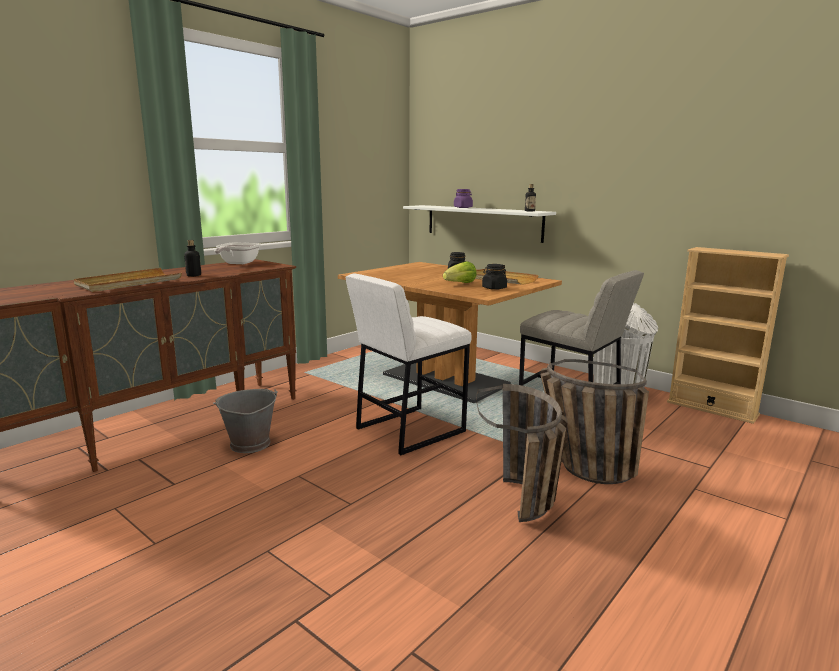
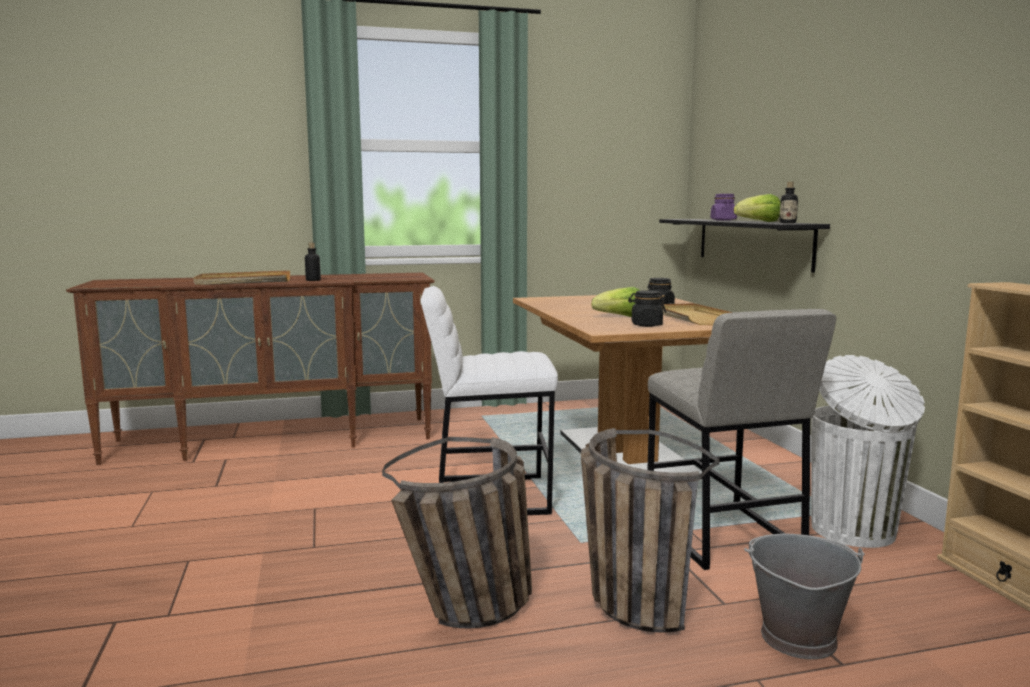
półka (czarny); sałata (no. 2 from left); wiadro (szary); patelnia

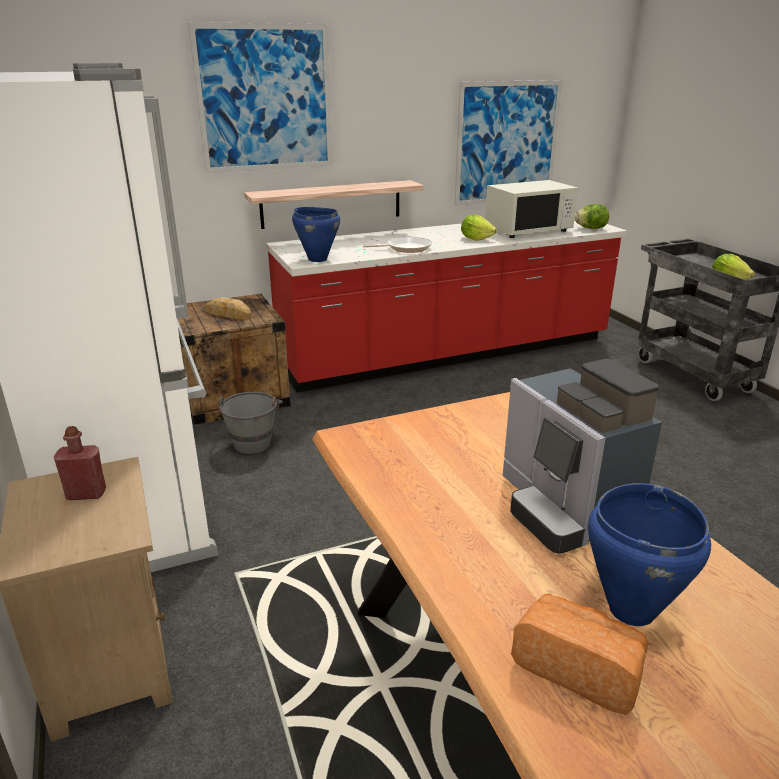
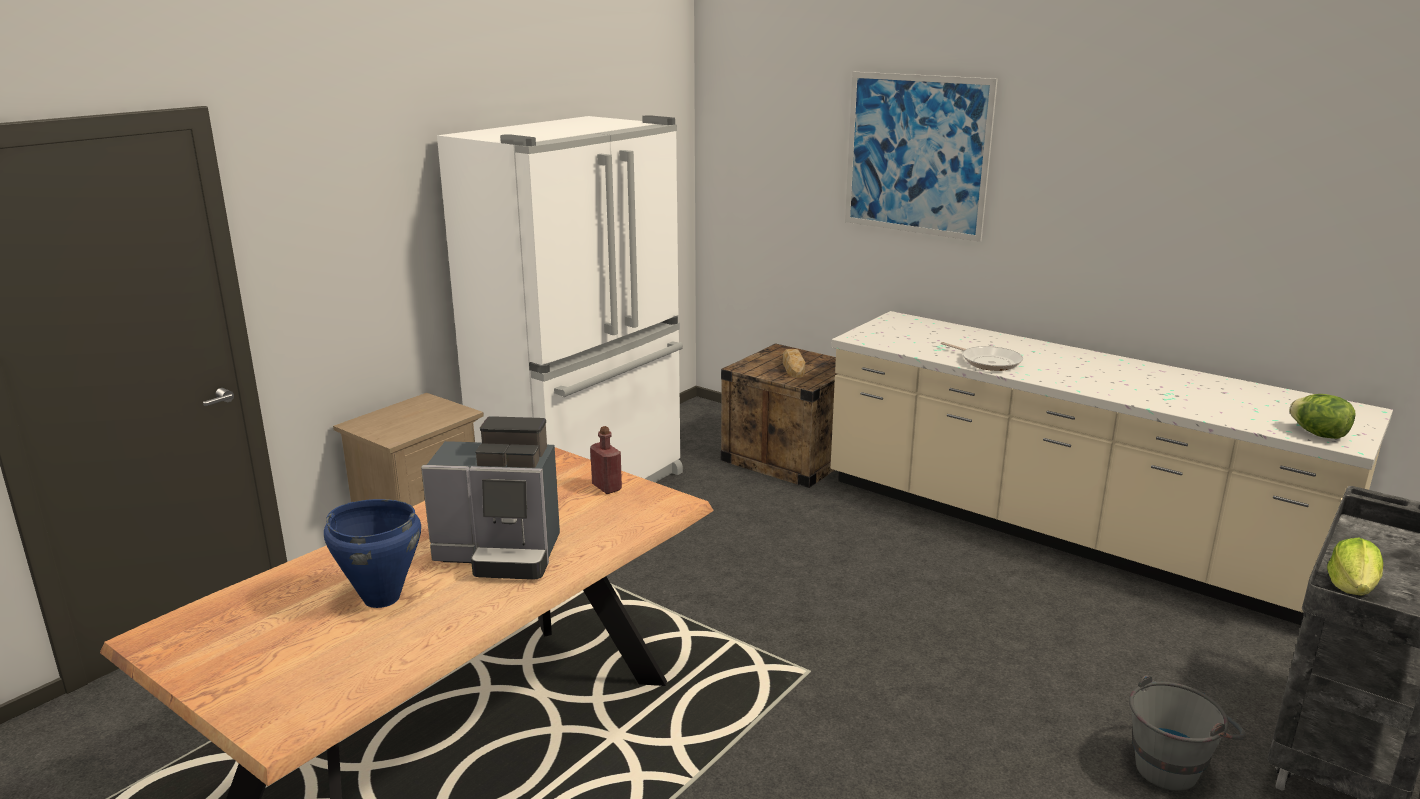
ekspres do kawy; butelka (czerwony); zabudowa kuchenna (beżowy); wiadro (szary); półka; garnek (niebieski) (no. 1 from left in the first image); obraz (no. 2 from left in the first image); sałata (no. 1 from left in the first image); mikrofalówka (biały); chleb (no. 2 from left in the first image)

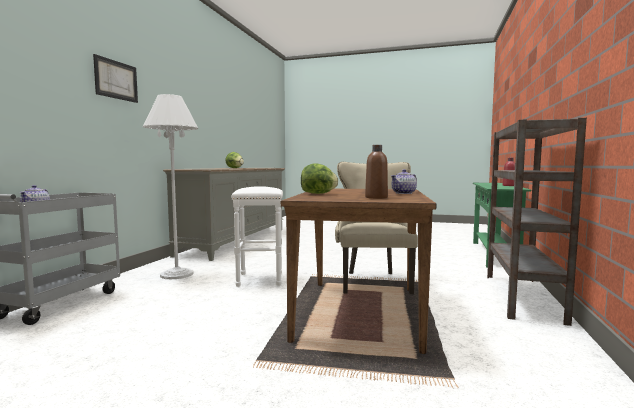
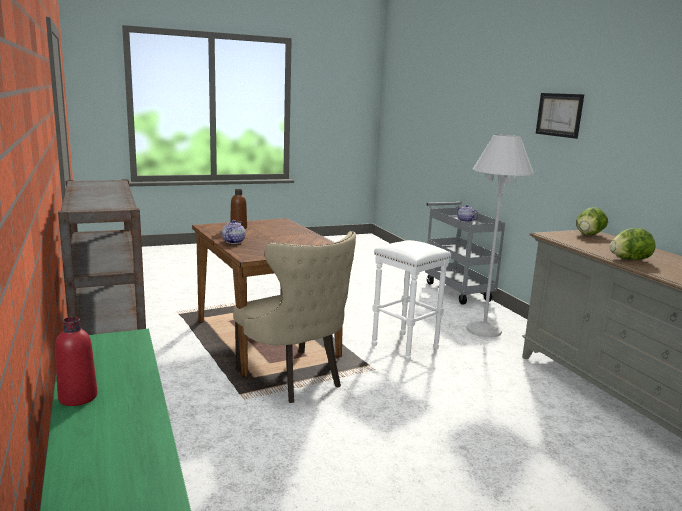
sałata (no. 1 from left)

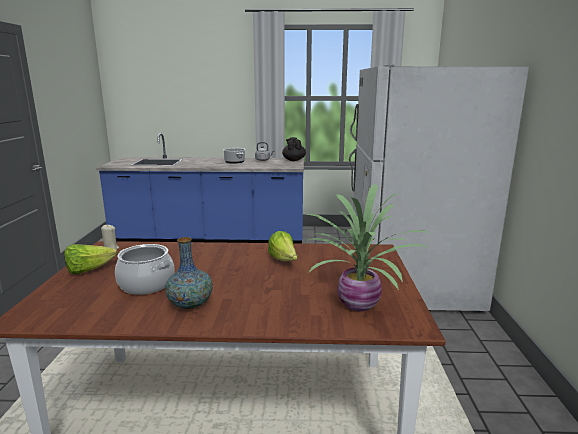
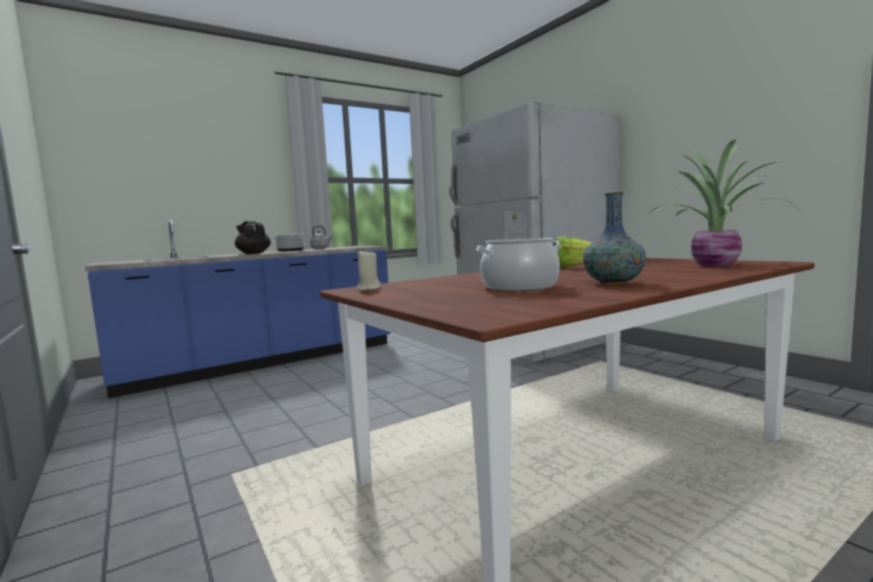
imbryk (czarny); sałata (no. 1 from left in the first image)

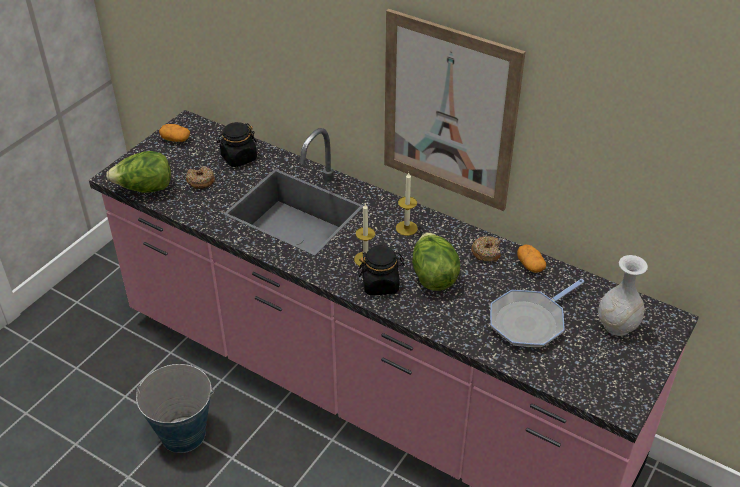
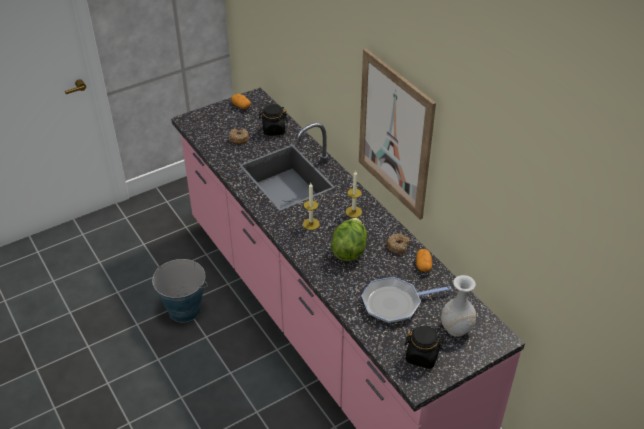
słoik (czarny) (no. 2 from left); sałata (no. 1 from left in the first image)

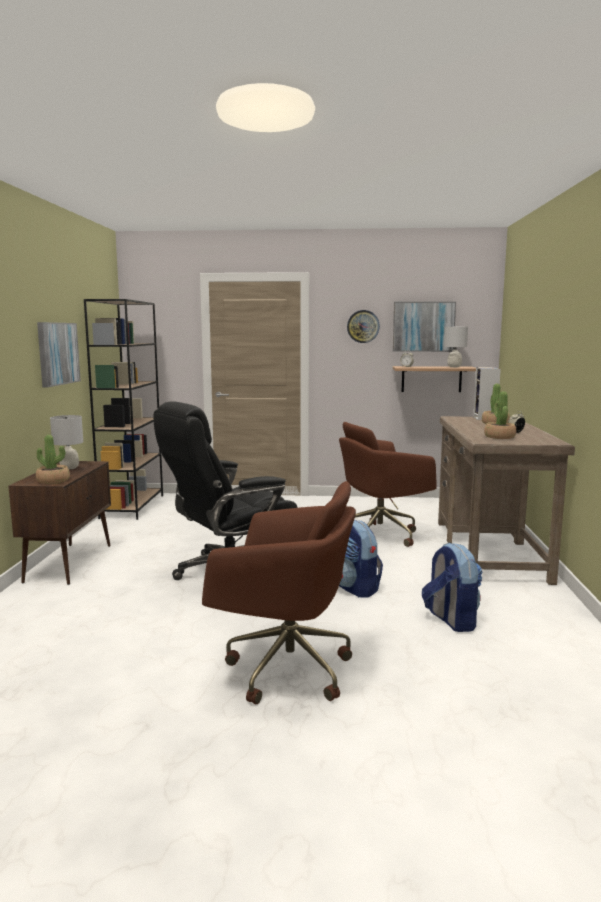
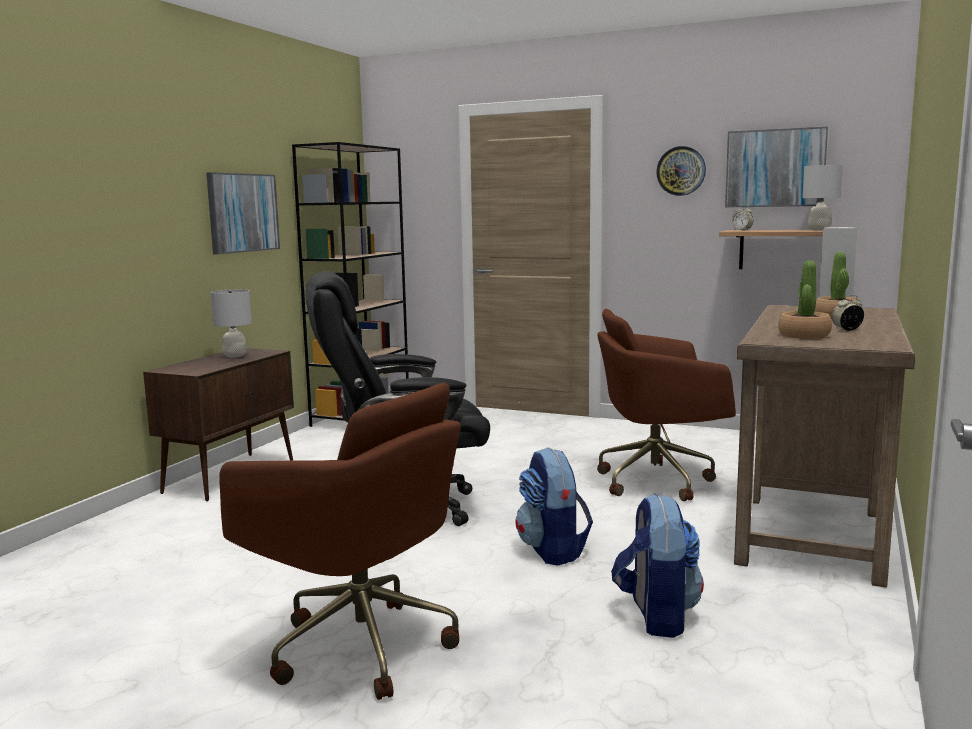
roślina doniczkowa (no. 1 from left in the first image)

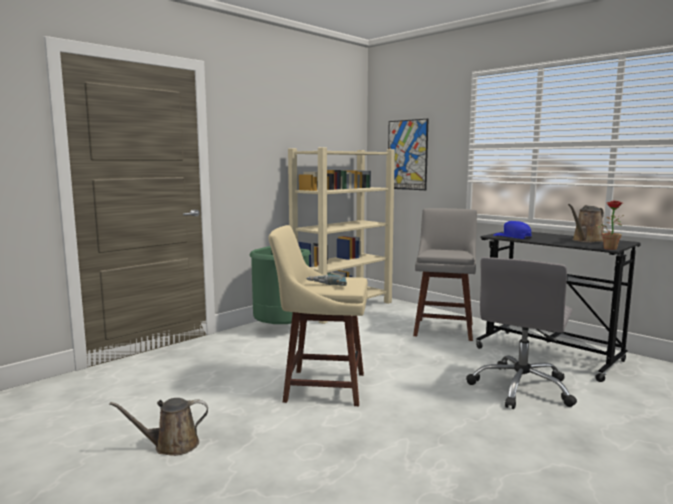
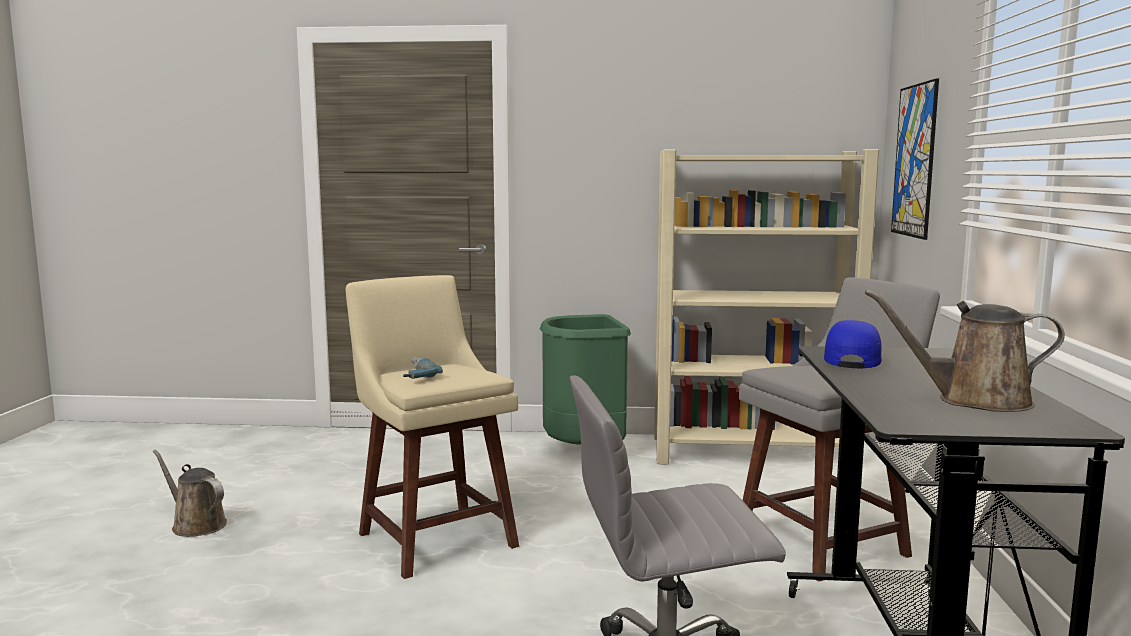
roślina doniczkowa

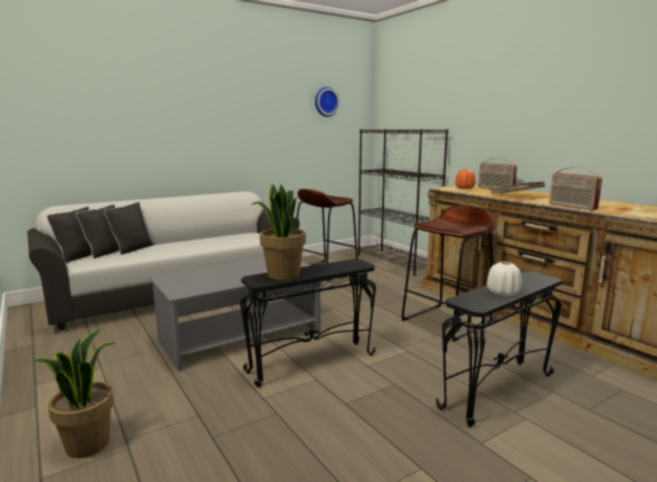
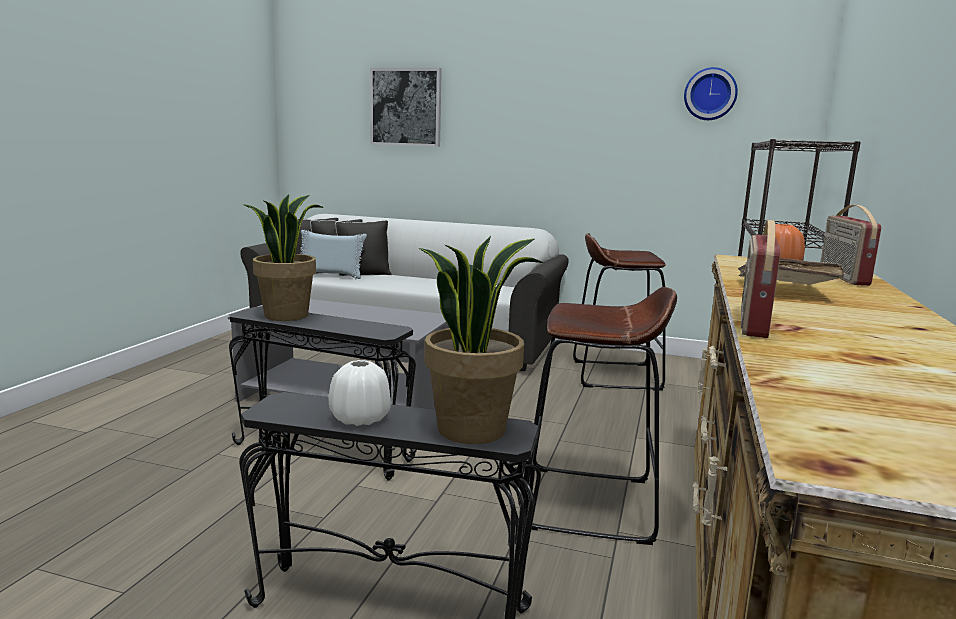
poduszka (niebieski); obraz; roślina doniczkowa (no. 2 from left)

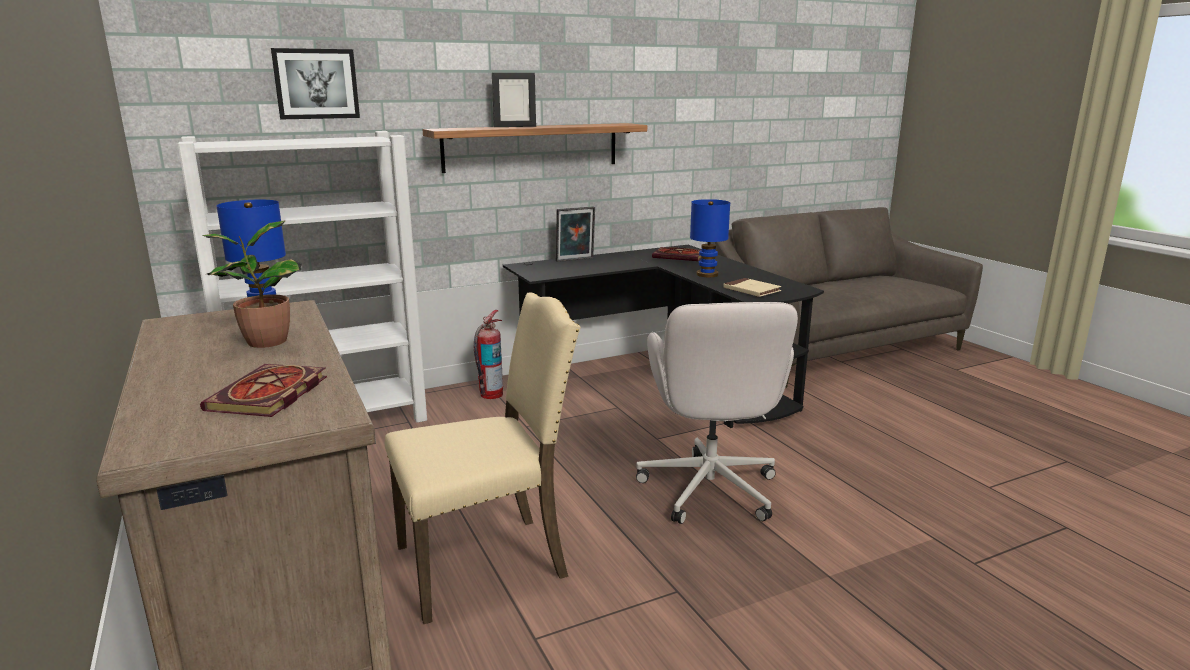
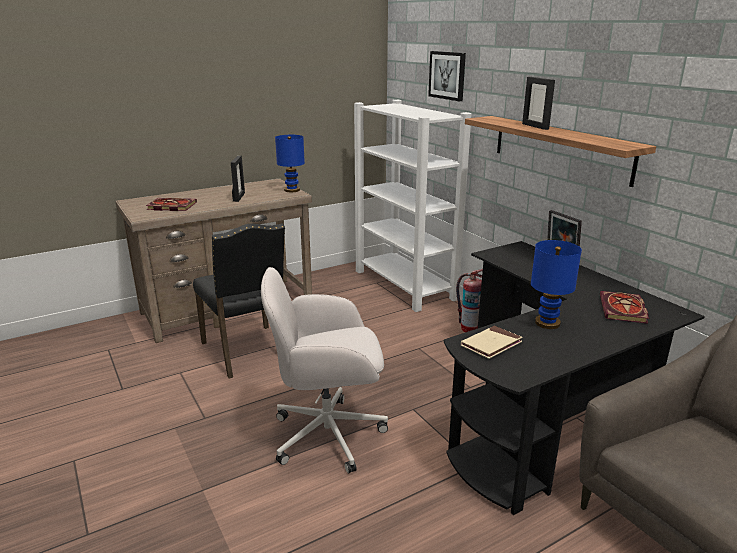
krzesło (czarny); ramka na zdjęcie (no. 1 from left)

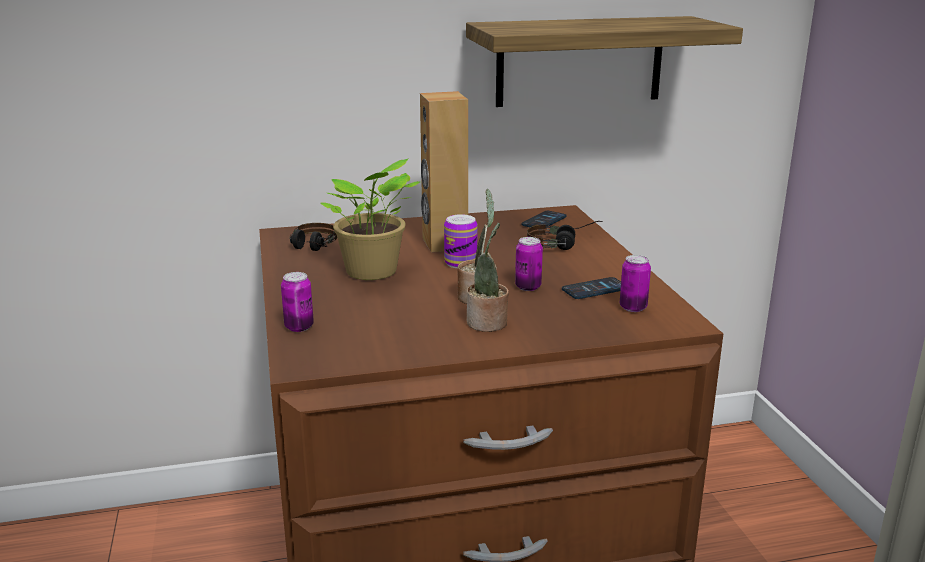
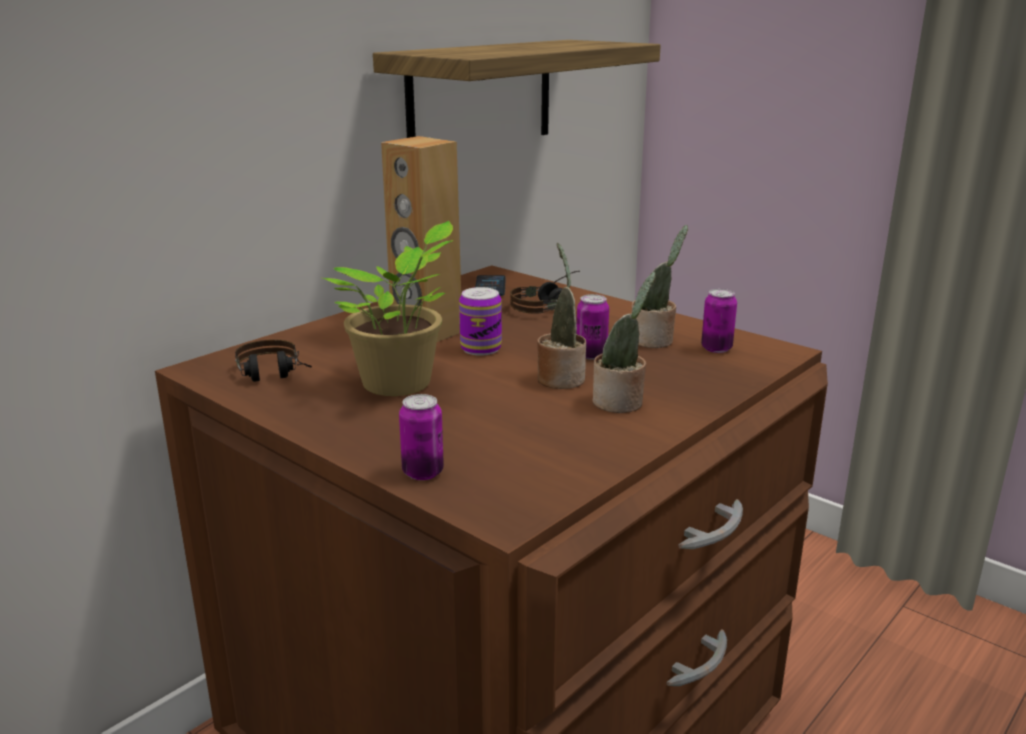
roślina doniczkowa (no. 4 from left)

